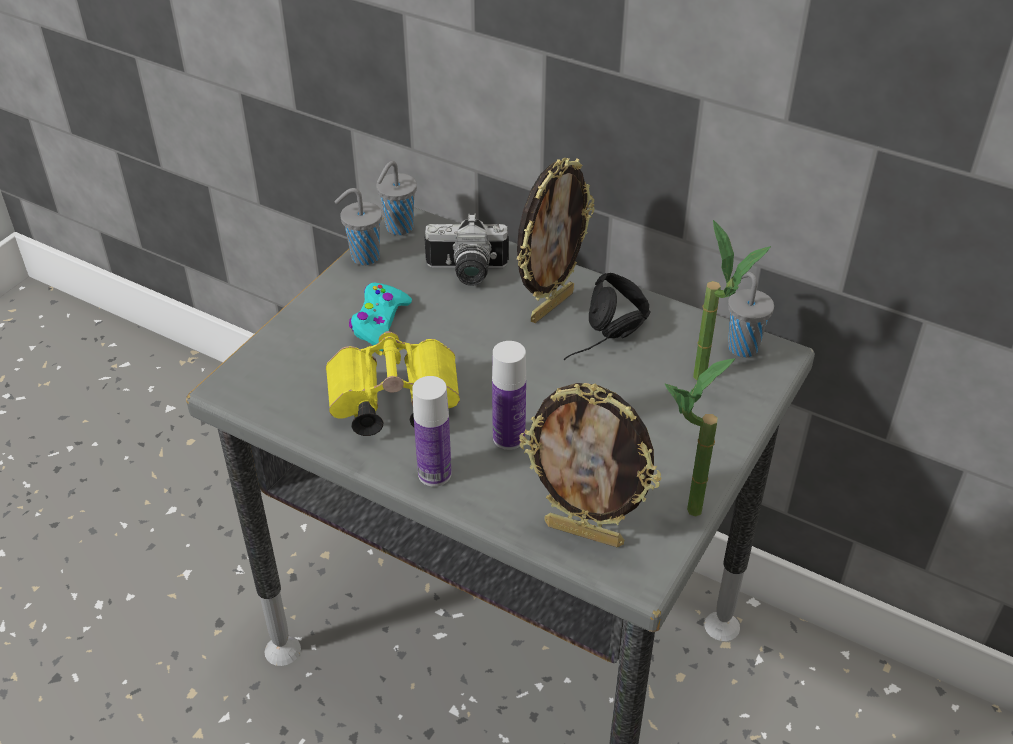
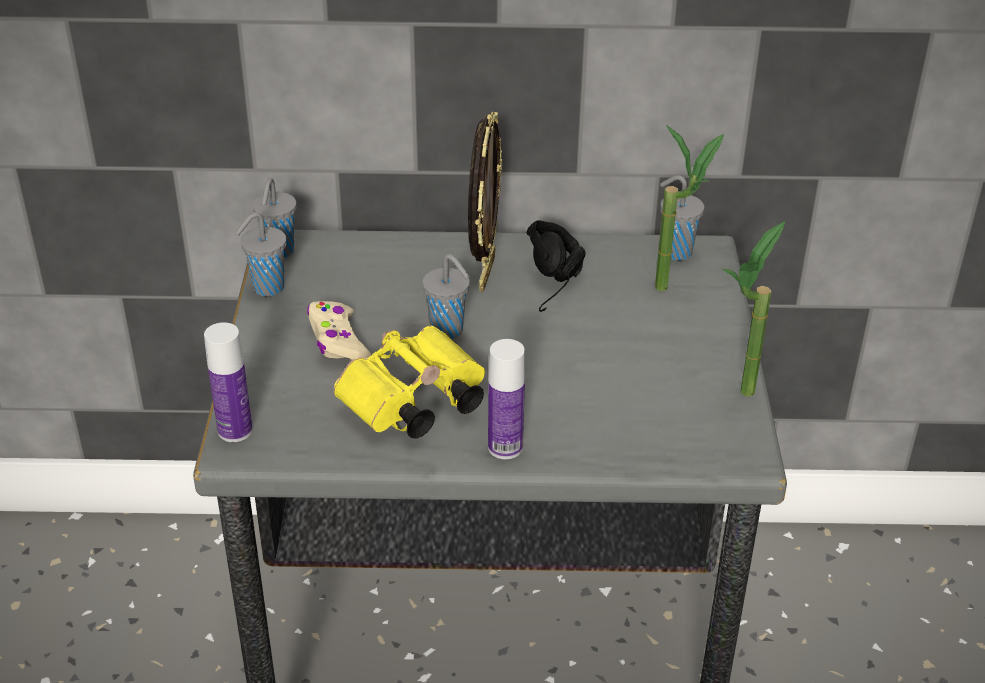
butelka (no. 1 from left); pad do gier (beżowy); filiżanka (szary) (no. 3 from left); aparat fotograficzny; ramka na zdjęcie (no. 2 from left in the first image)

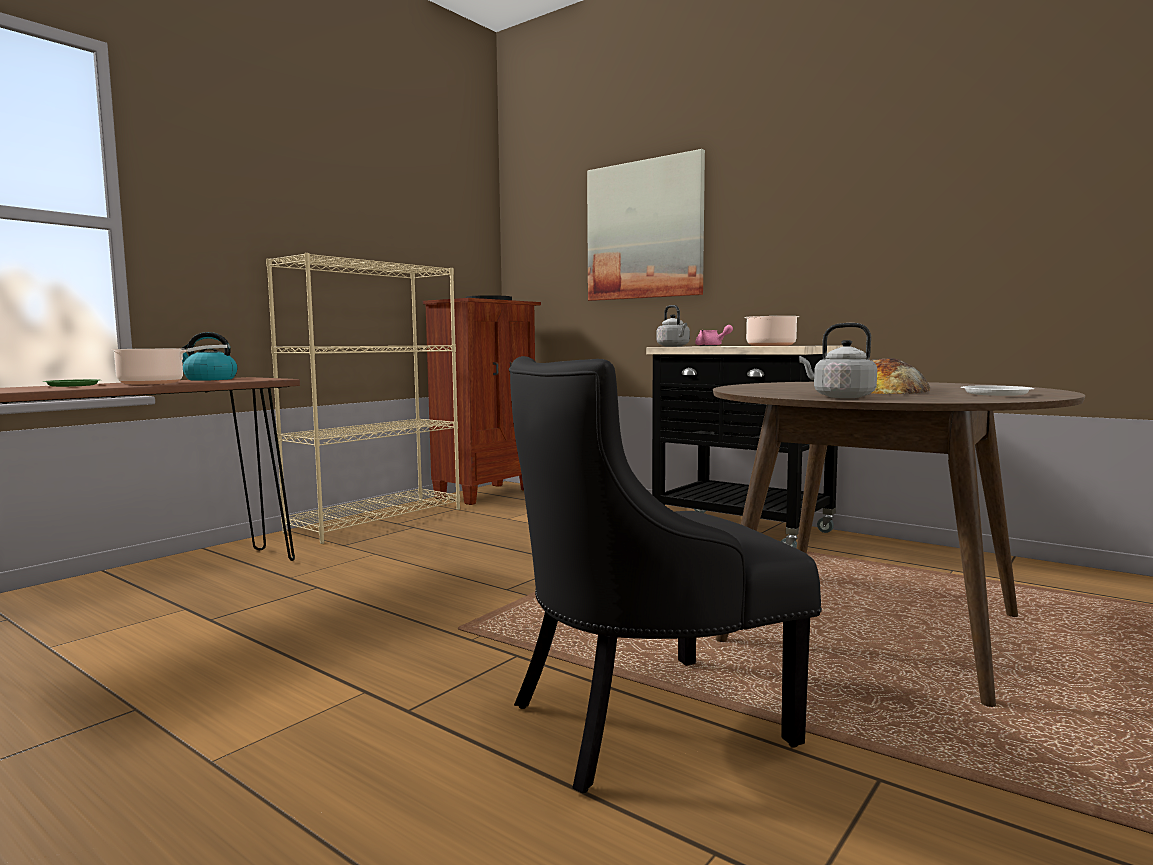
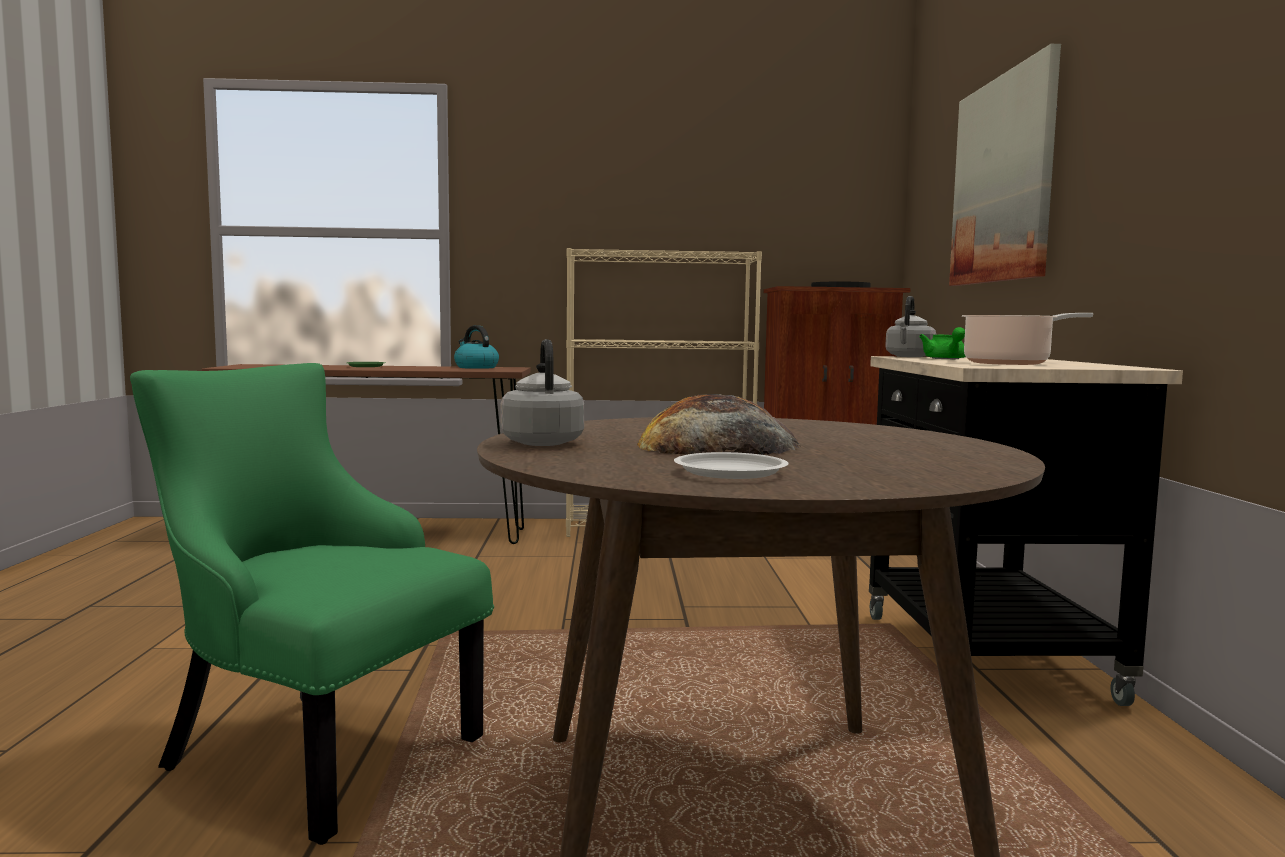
krzesło (zielony); imbryk (zielony); garnek (no. 1 from left in the first image)

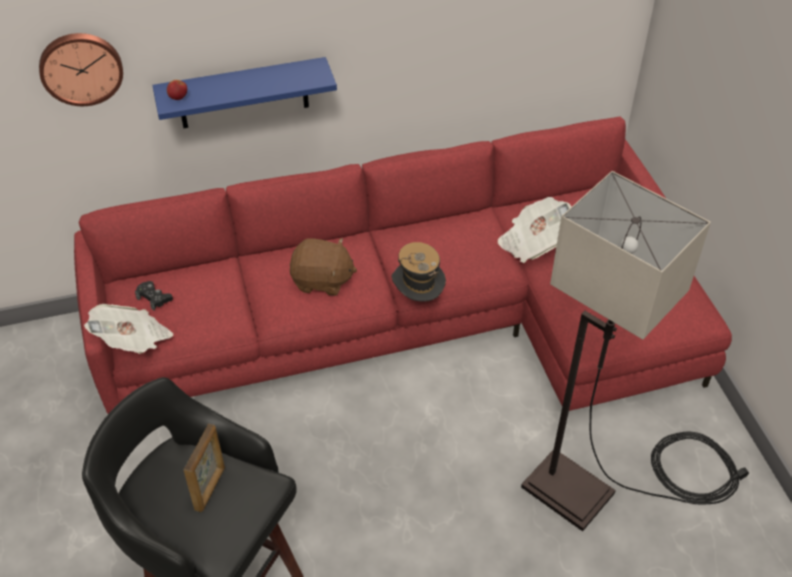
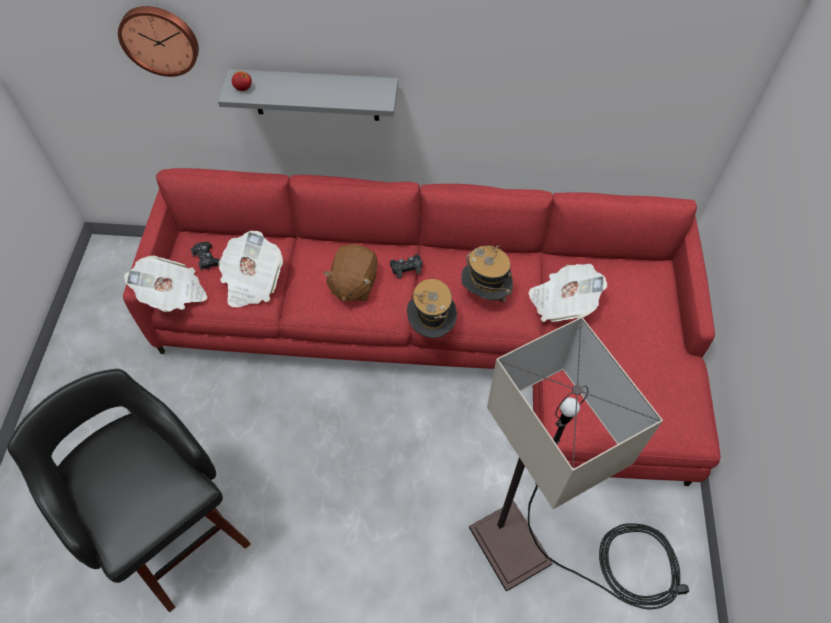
półka (szary); gazeta (no. 2 from left); pluszak (brązowy); pad do gier (czarny) (no. 2 from left); kapelusz (no. 2 from left); ramka na zdjęcie

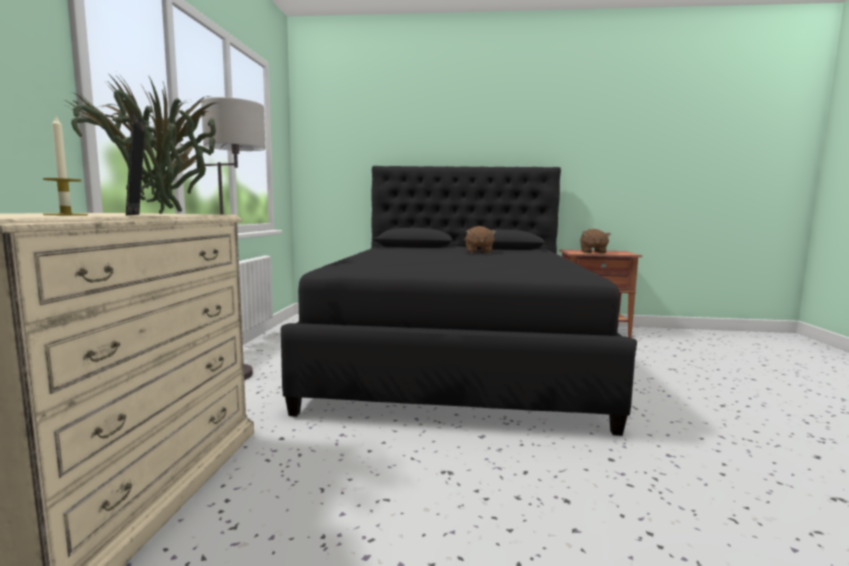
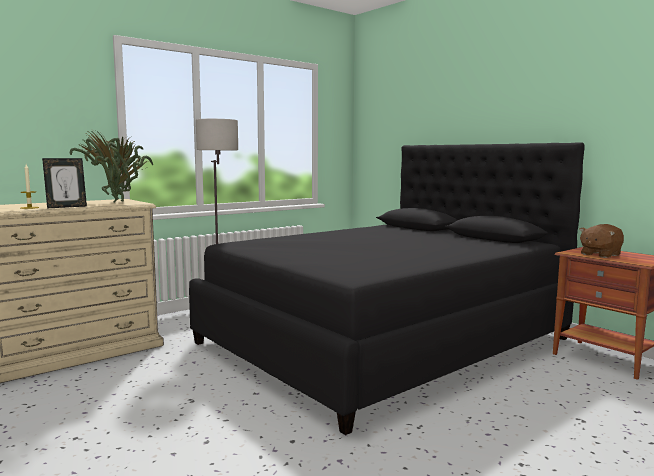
ramka na zdjęcie; pluszak (brązowy) (no. 1 from left in the first image)

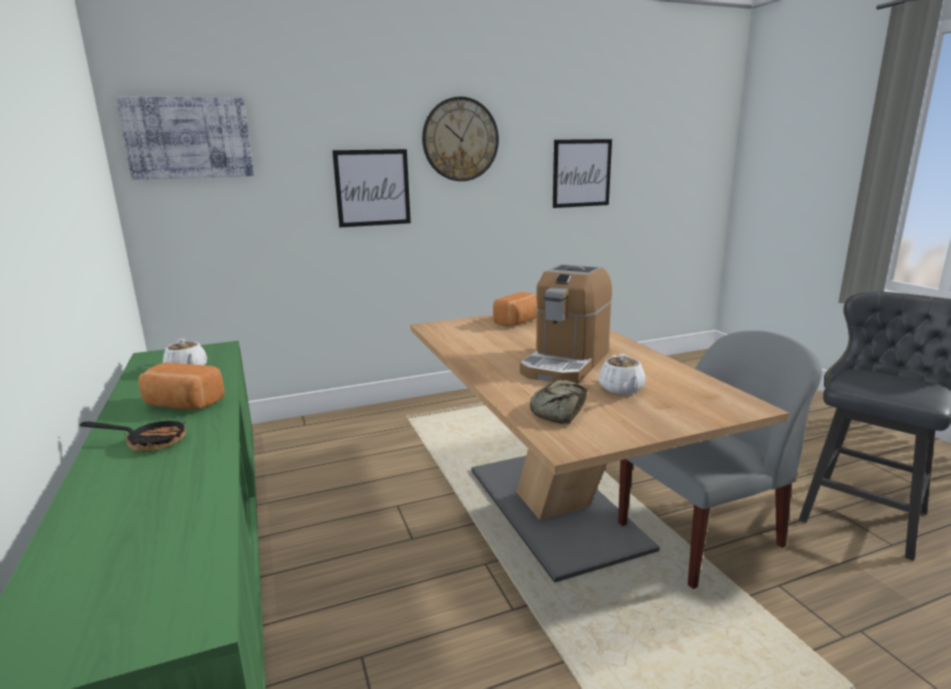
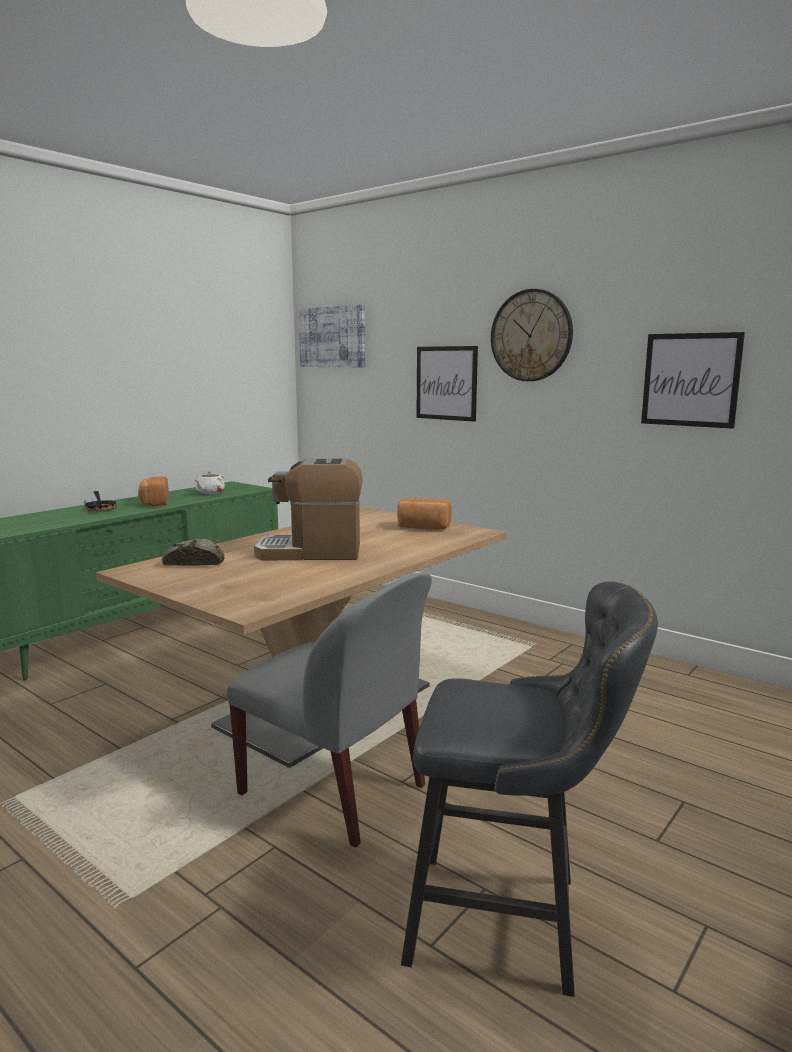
imbryk (biały) (no. 2 from left in the first image)

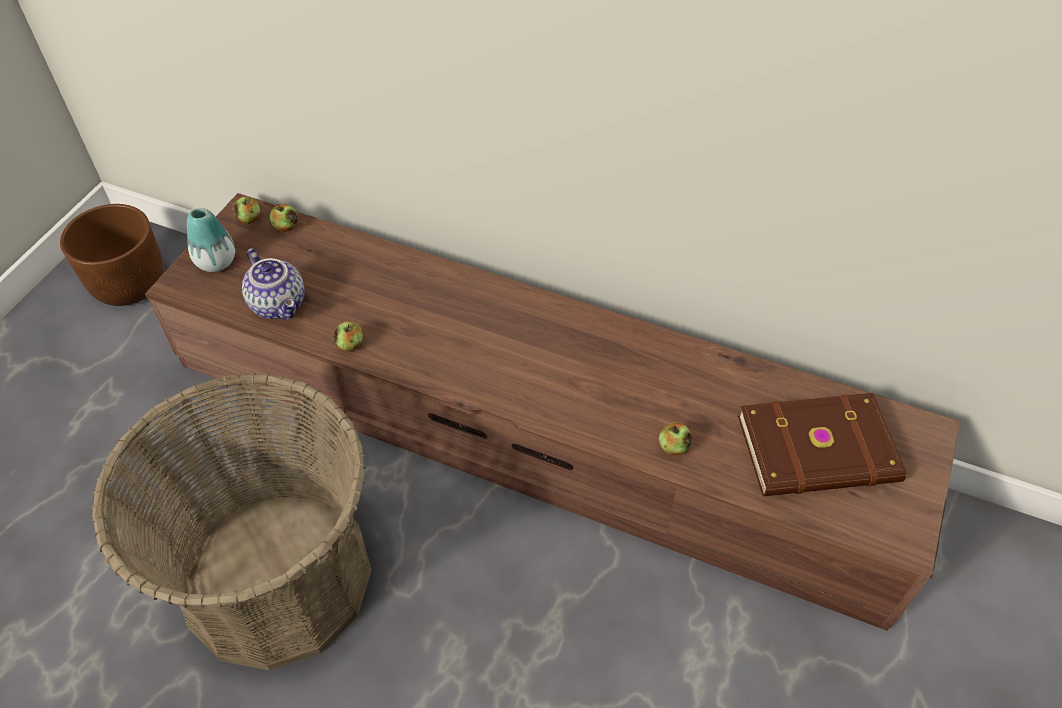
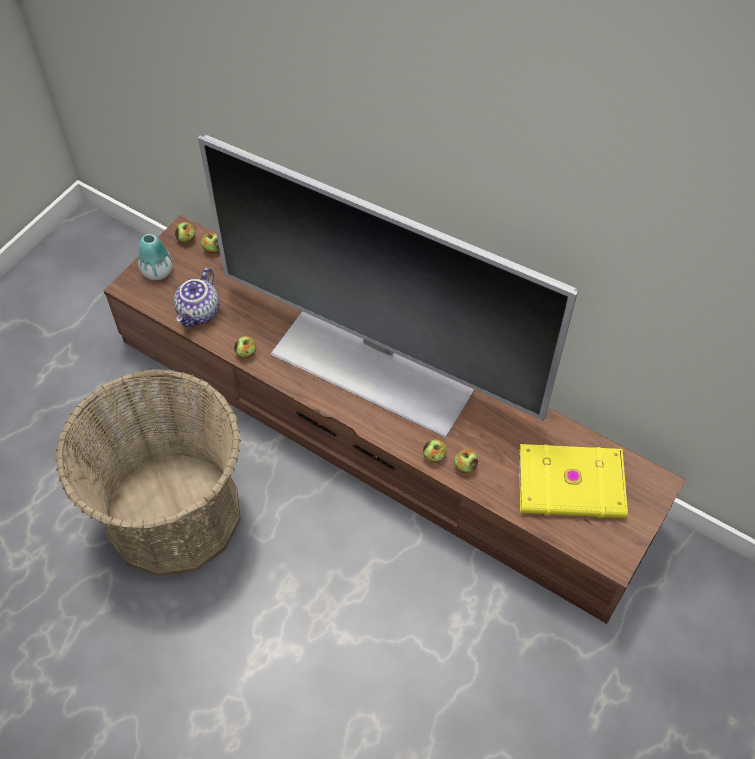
imbryk; telewizor; jabłko (no. 4 from left); książka (żółty); donica (brązowy)

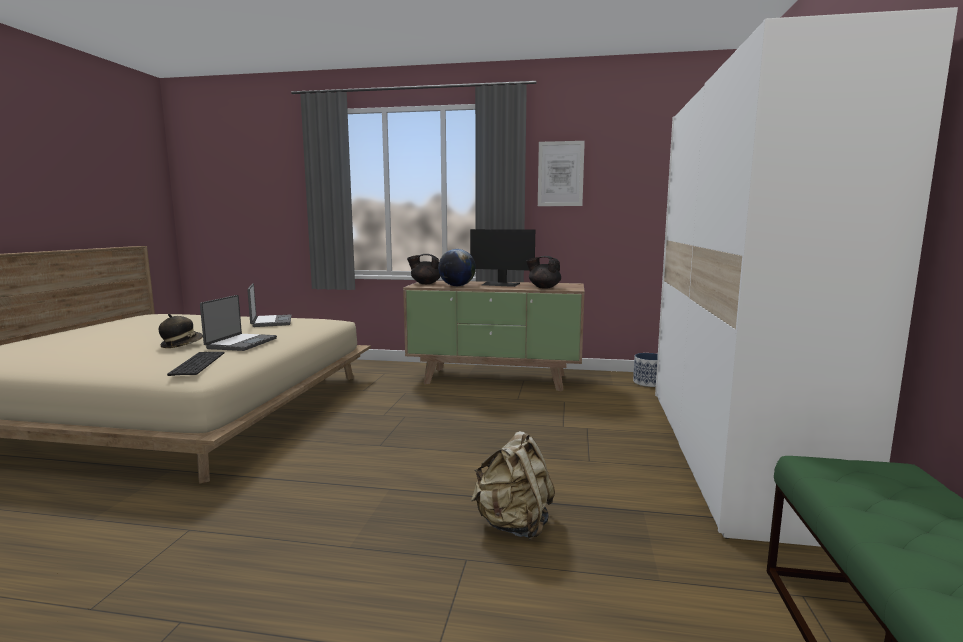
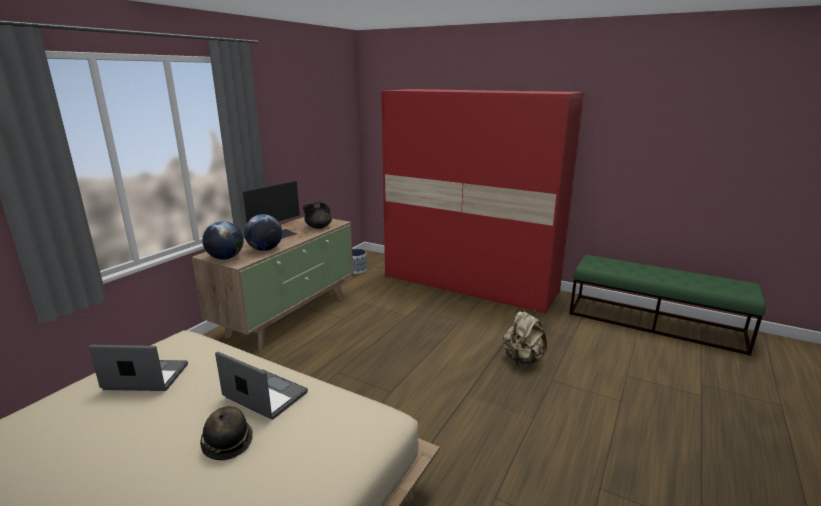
globus (no. 1 from left); szafa (czerwony); klawiatura; obraz

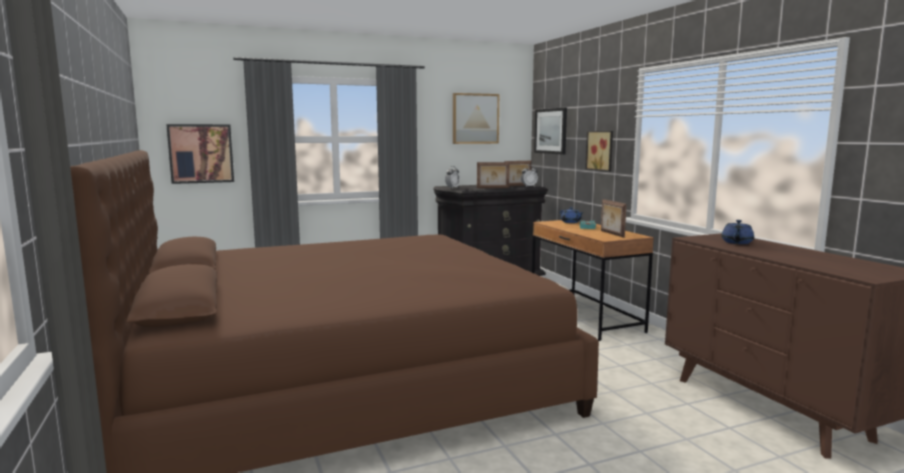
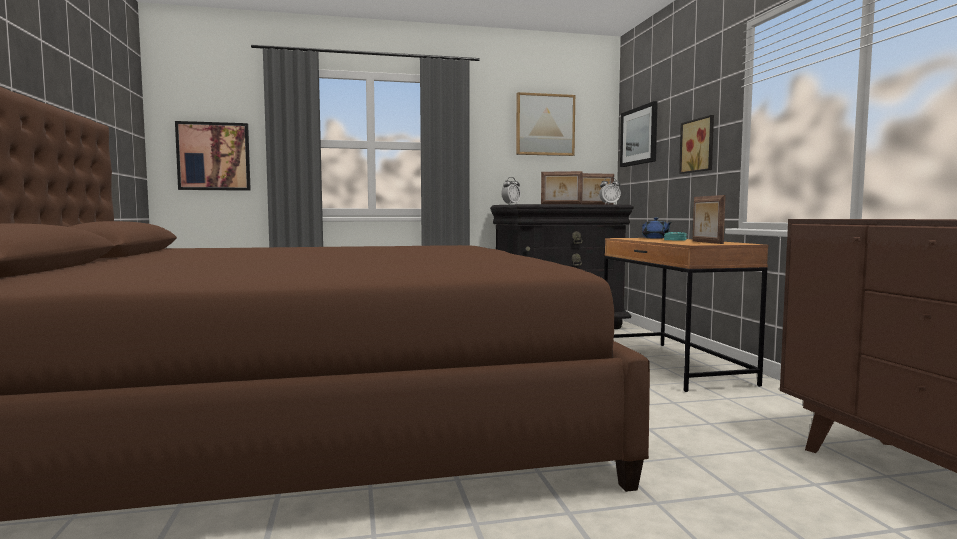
imbryk (niebieski) (no. 2 from left in the first image)

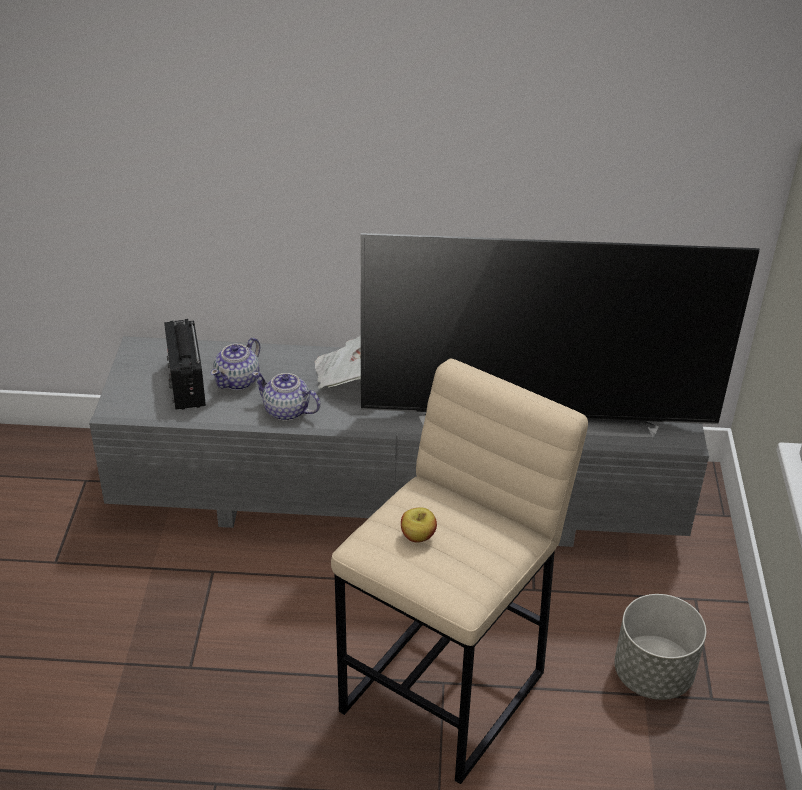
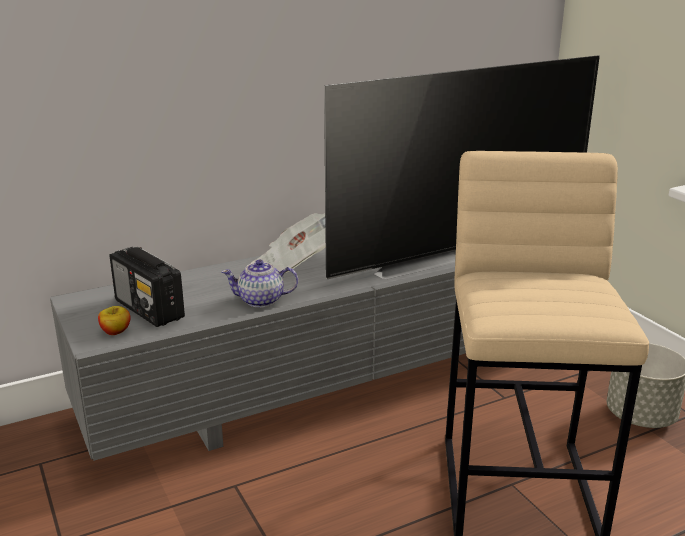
jabłko; imbryk (no. 1 from left in the first image)

